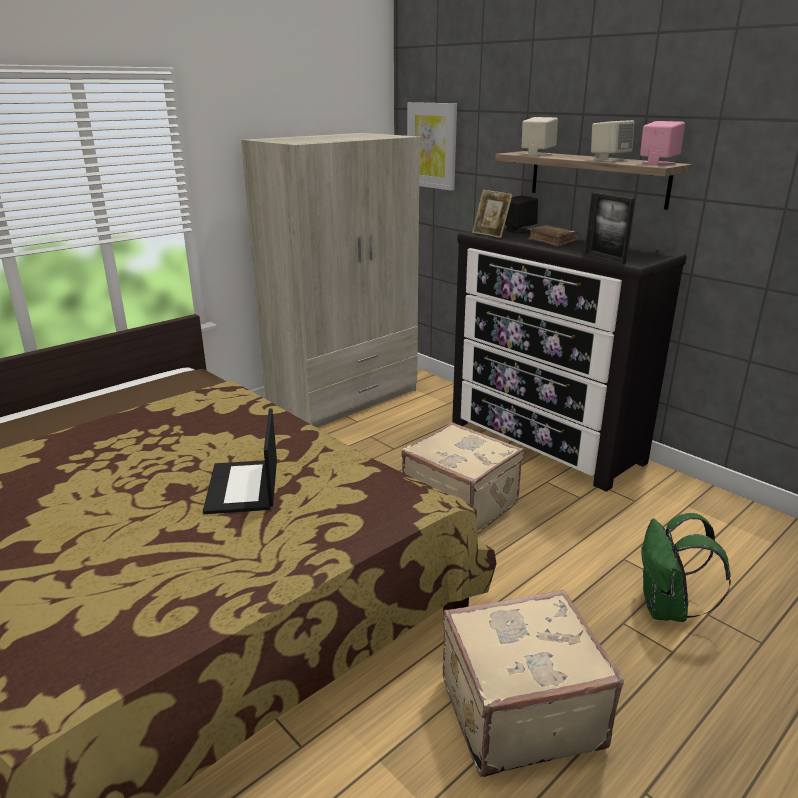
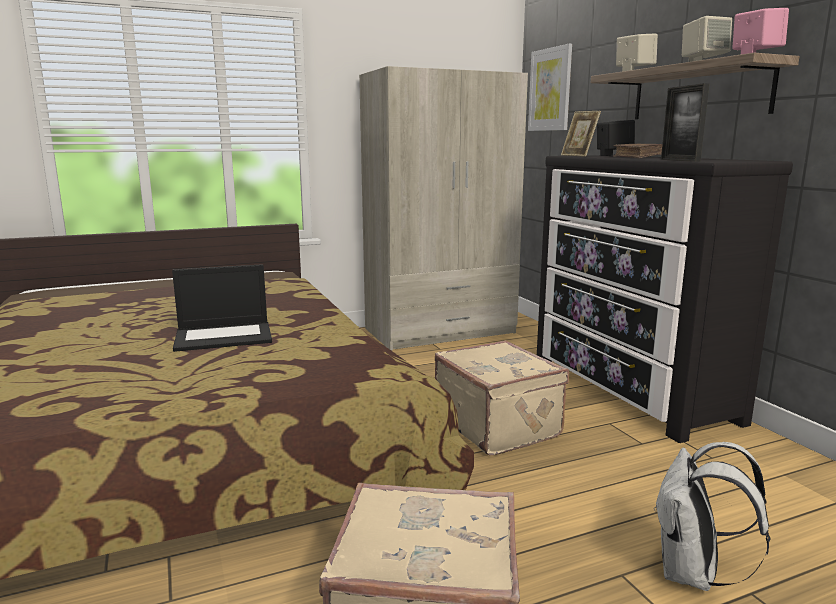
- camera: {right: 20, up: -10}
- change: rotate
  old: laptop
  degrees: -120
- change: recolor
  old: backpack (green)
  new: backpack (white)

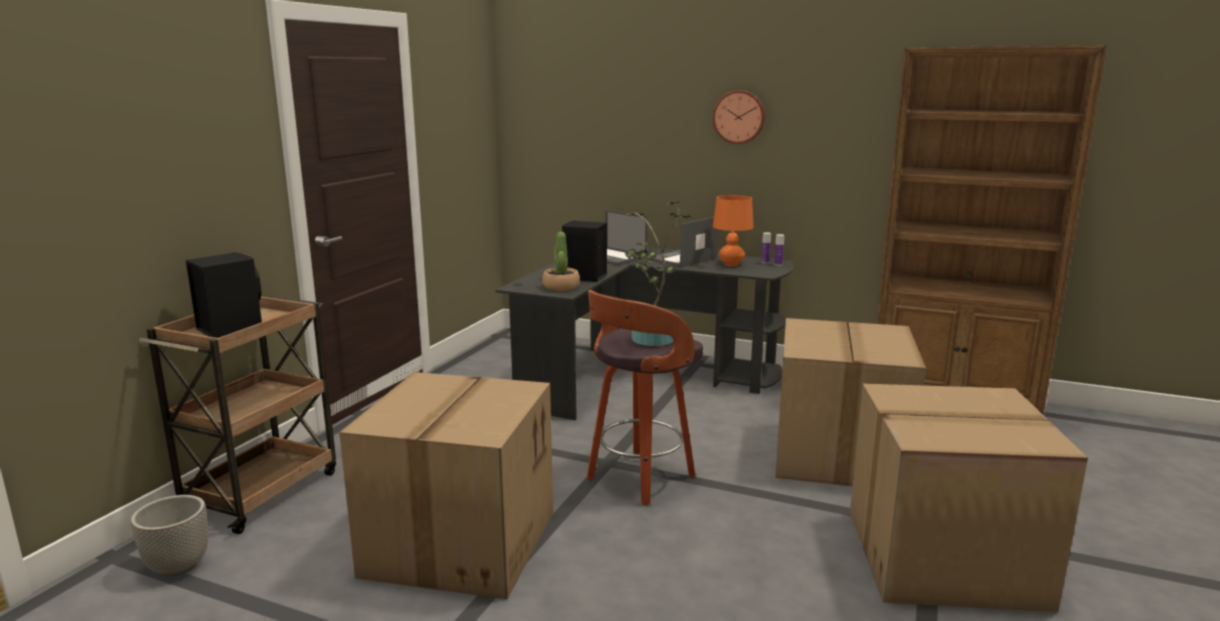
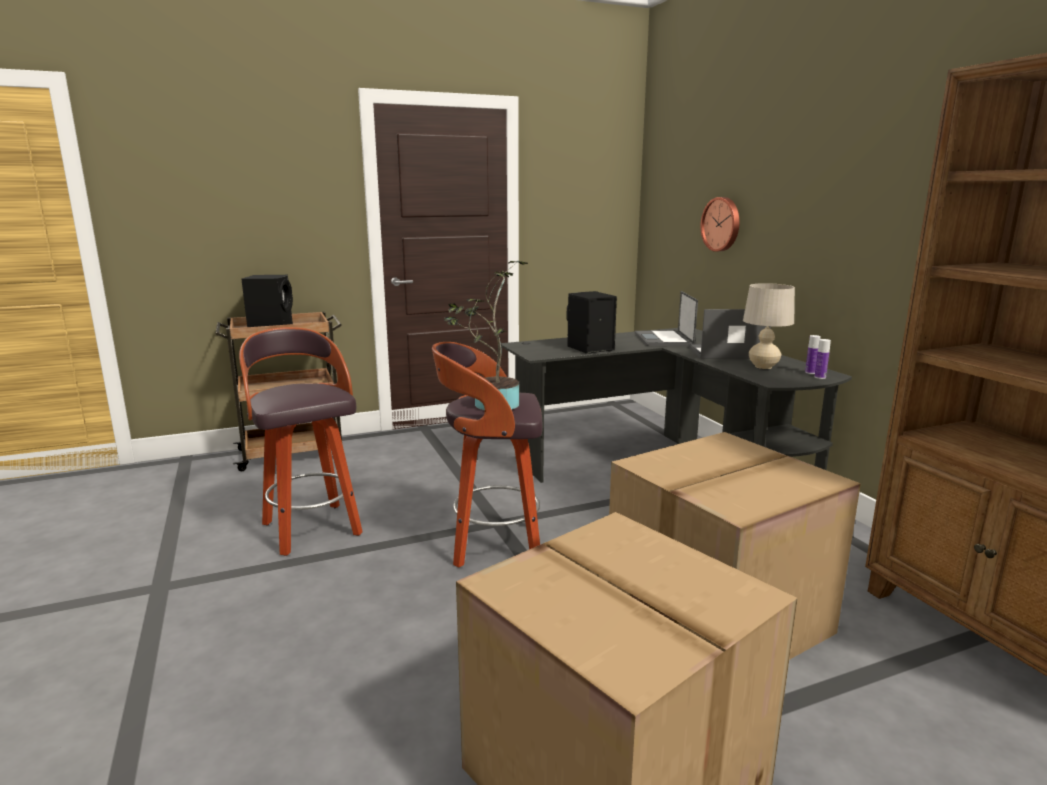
- camera: {right: 45, up: 0}
- change: move
  old: wall clock
- change: recolor
  old: table lamp (orange)
  new: table lamp (beige)
- change: delete
  old: potted plant (1st from left)
- change: replace
  old: cardboard box (1st from left)
  new: stool (1st from left)
- change: delete
  old: planter

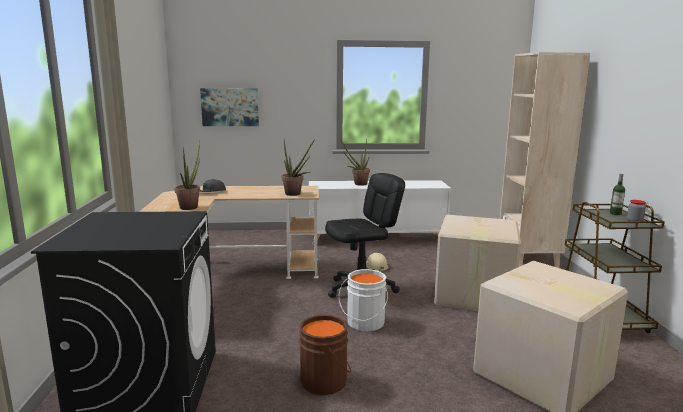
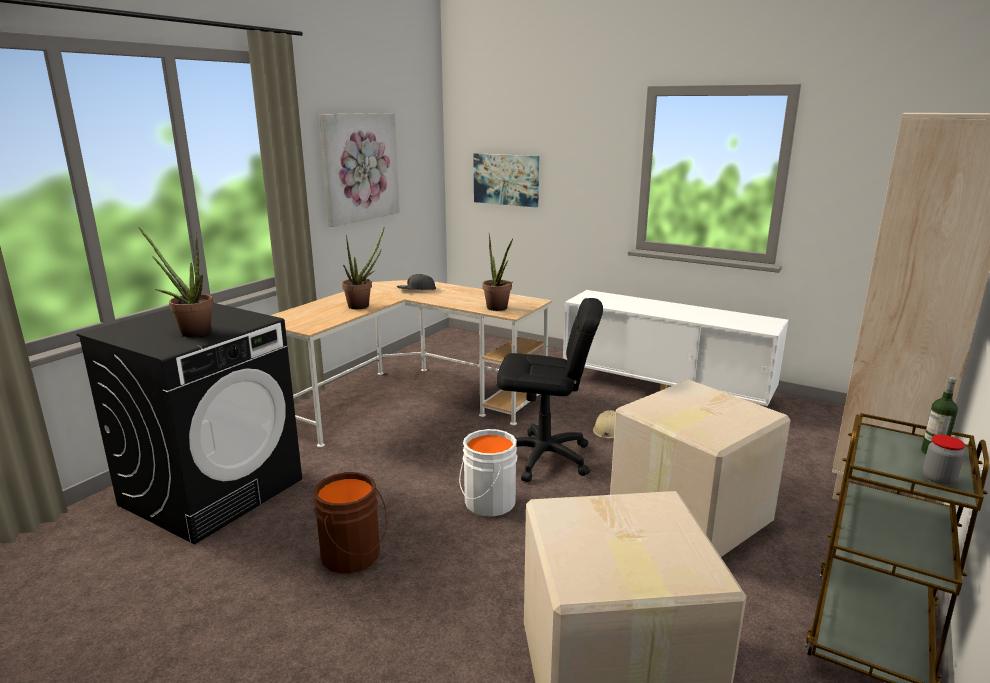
- camera: {right: 35, up: 5}
- change: move
  old: potted plant (3rd from left in the first image)
  new: potted plant (1st from left)
- change: insert
  new: picture (1st from left)

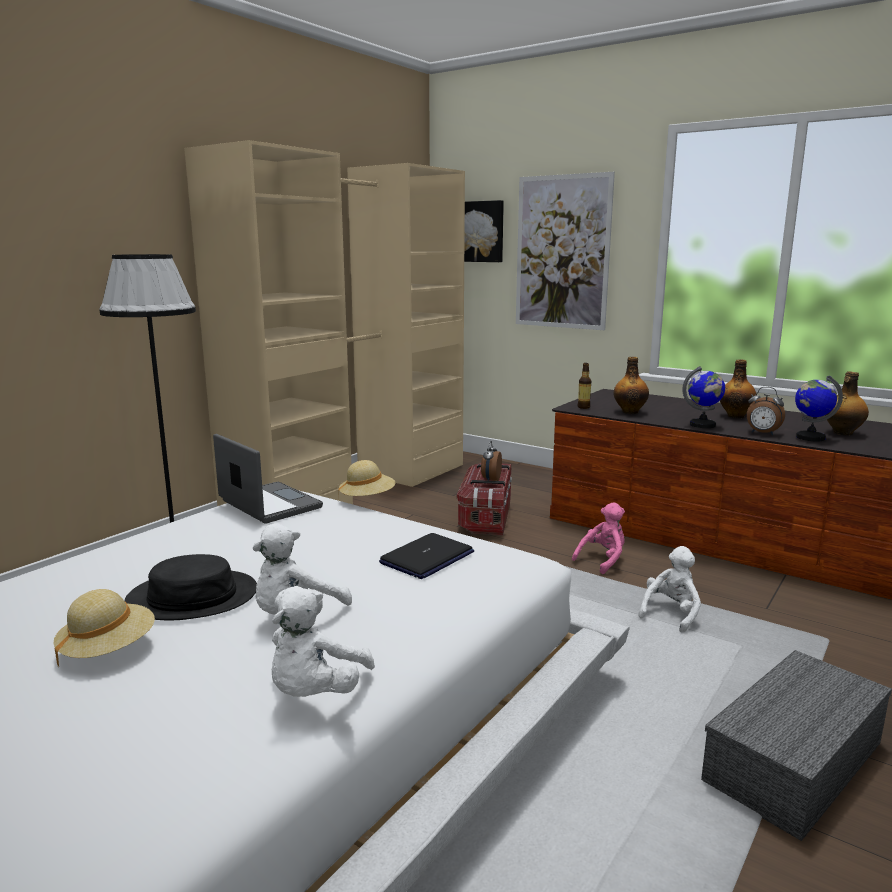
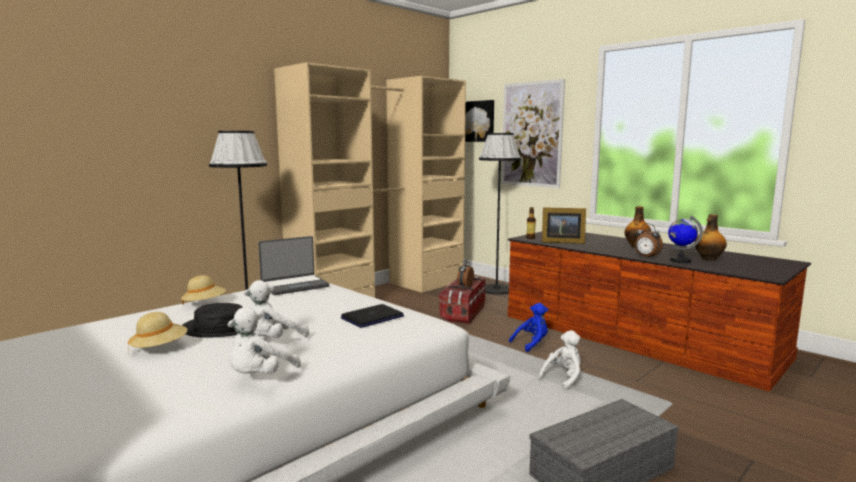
- camera: {right: 10, up: -5}
- change: replace
  old: bottle (2nd from left)
  new: picture frame
- change: delete
  old: globe (1st from left)
- change: rotate
  old: laptop (1st from left)
  degrees: 90
- change: move
  old: hat (beige) (2nd from left)
- change: recolor
  old: plush toy (pink)
  new: plush toy (blue)
- change: insert
  new: floor lamp (black) (2nd from left)

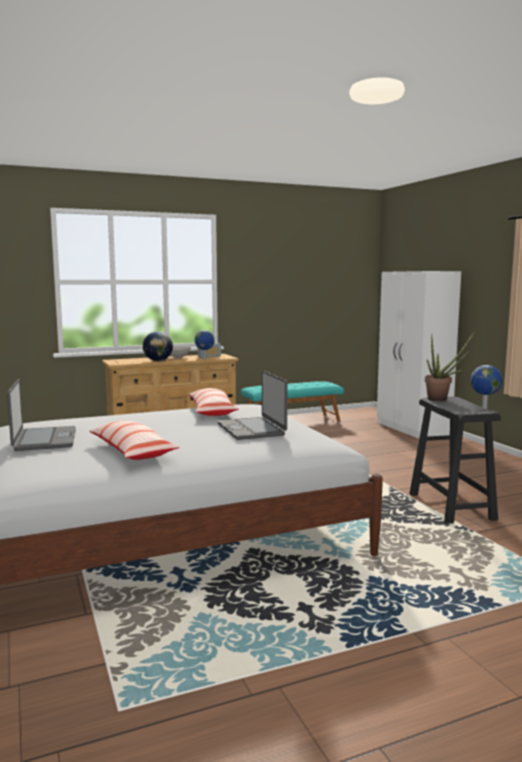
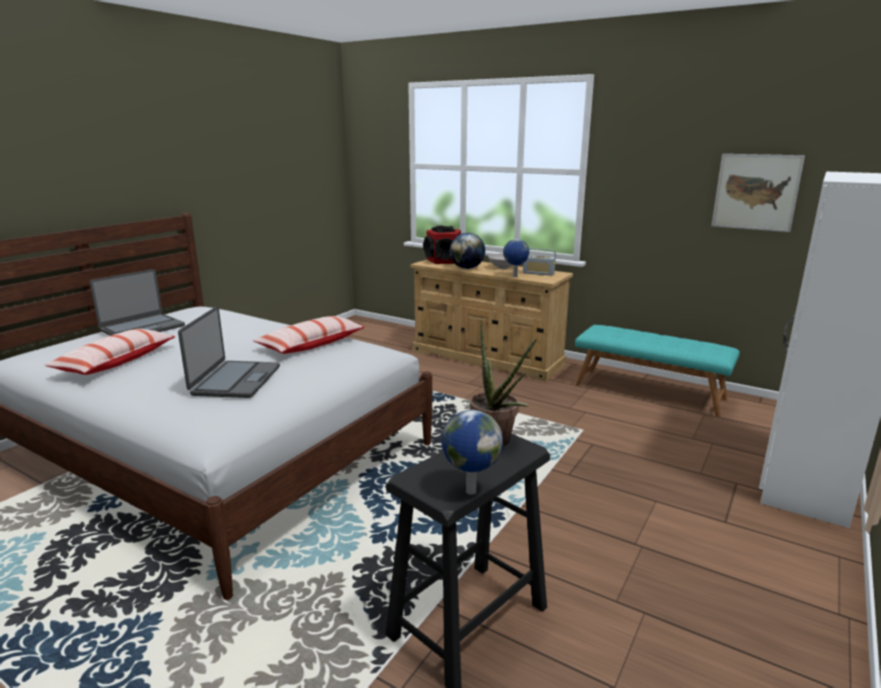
- camera: {right: 55, up: 10}
- change: rotate
  old: laptop (2nd from left)
  degrees: 150
- change: insert
  new: picture
- change: insert
  new: speaker

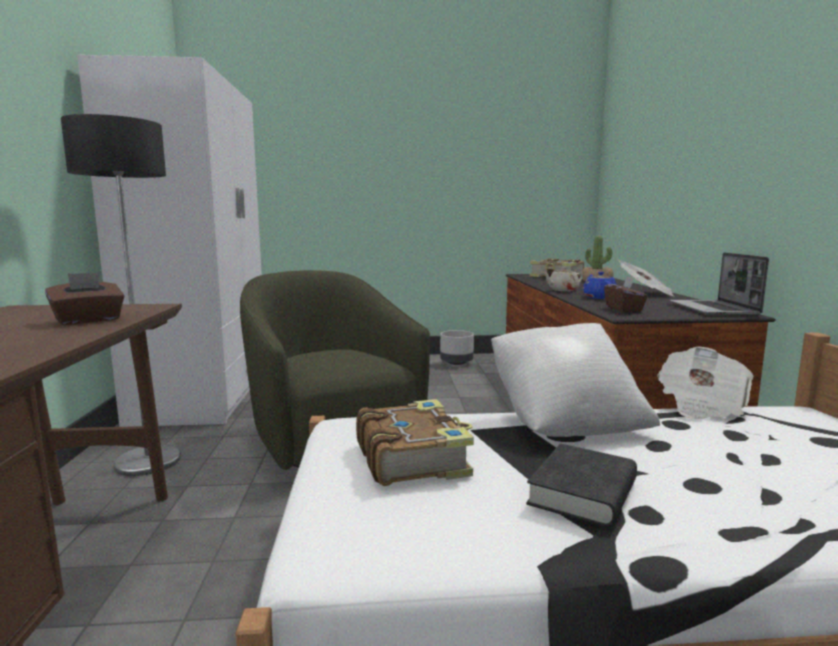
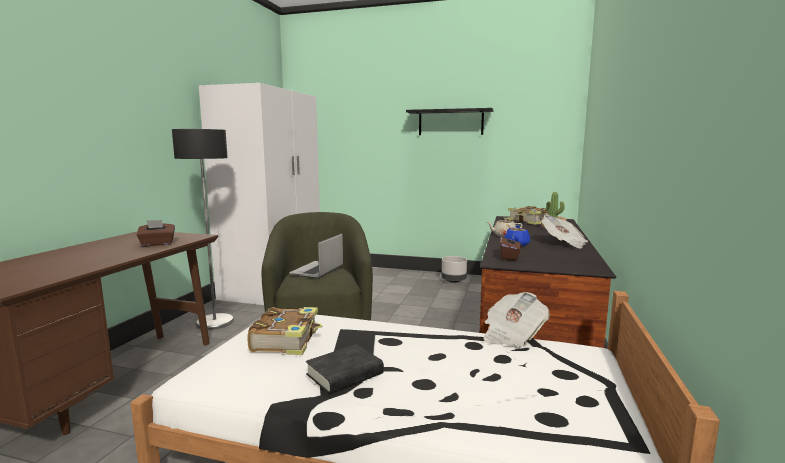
- camera: {right: 20, up: 0}
- change: move
  old: laptop
- change: delete
  old: pillow (white)
- change: insert
  new: shelf (black)

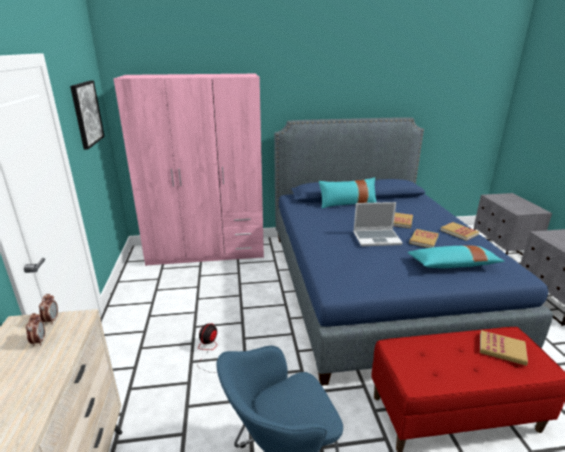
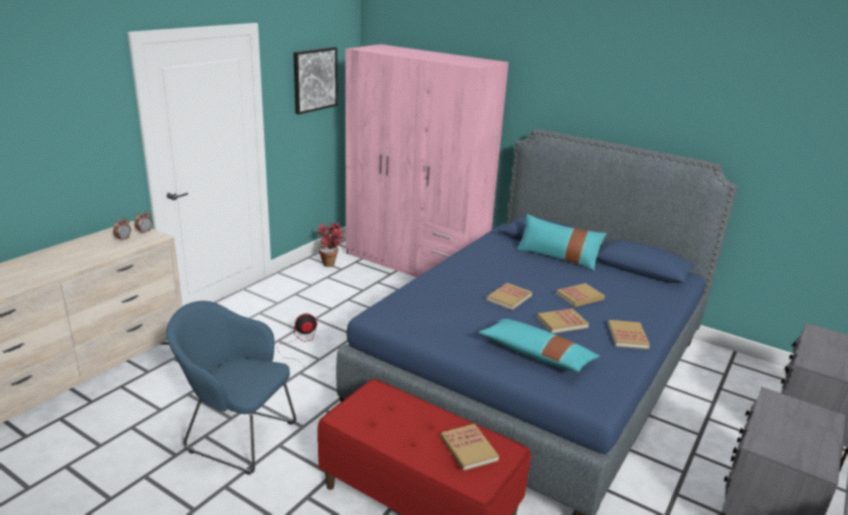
- camera: {right: 40, up: 0}
- change: replace
  old: laptop
  new: book (2nd from left)
- change: insert
  new: potted plant

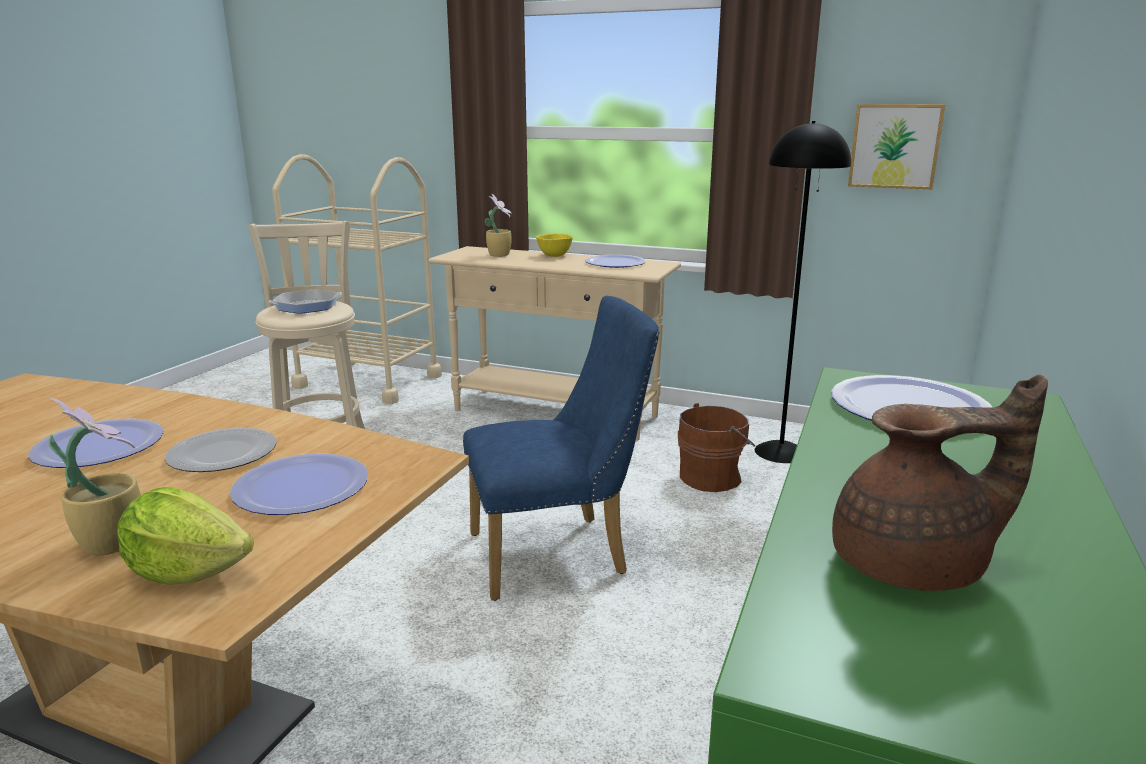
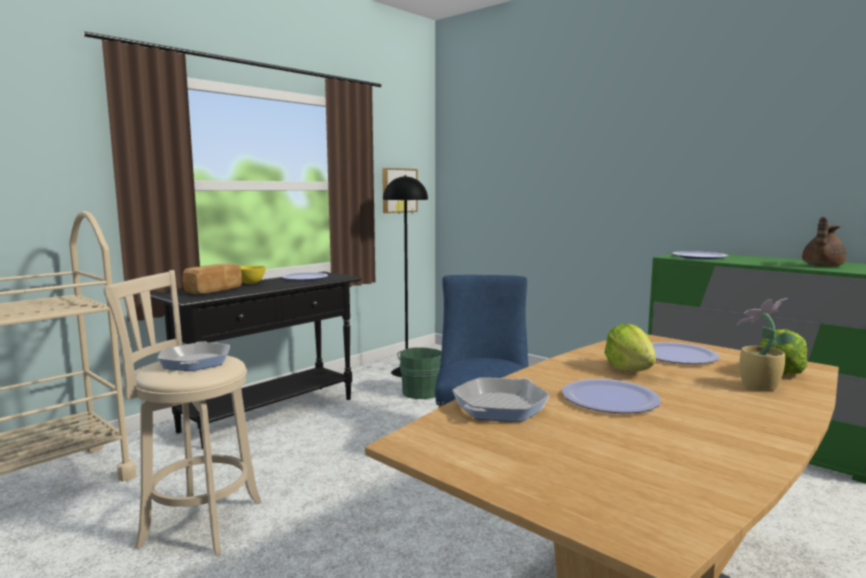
- camera: {right: -70, up: -10}
- change: replace
  old: potted plant (2nd from left)
  new: bread
- change: recolor
  old: console table (beige)
  new: console table (black)
- change: rotate
  old: teapot (brown)
  degrees: -150
- change: recolor
  old: bucket (brown)
  new: bucket (green)
- change: replace
  old: plate (2nd from left)
  new: lettuce (1st from left)
- change: insert
  new: frying pan (2nd from left)

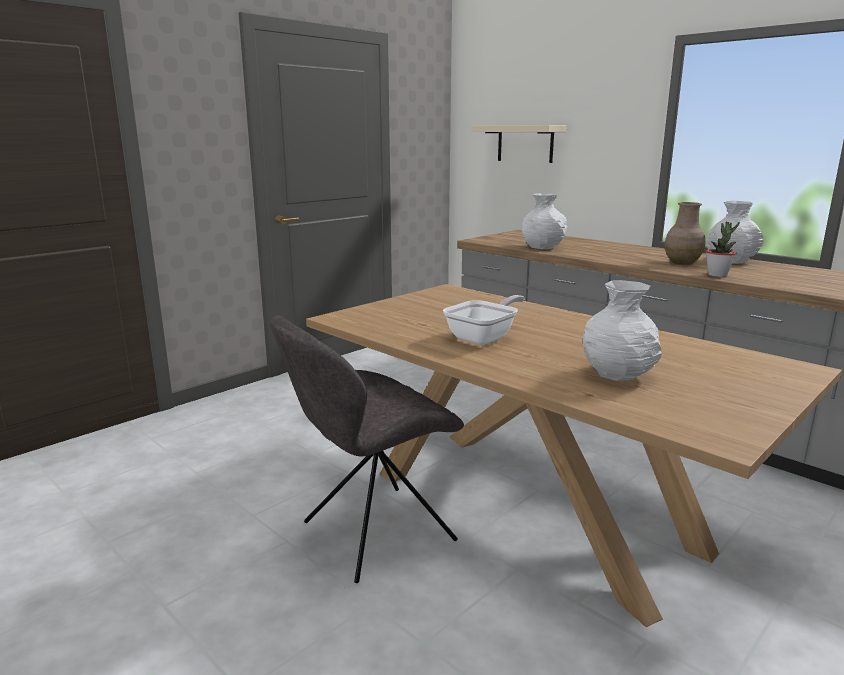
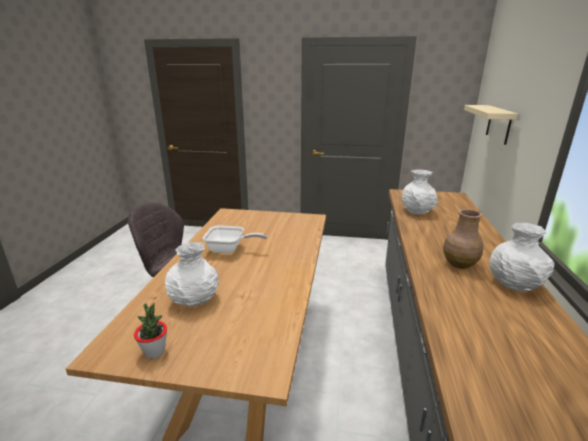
- camera: {right: 55, up: 5}
- change: move
  old: potted plant

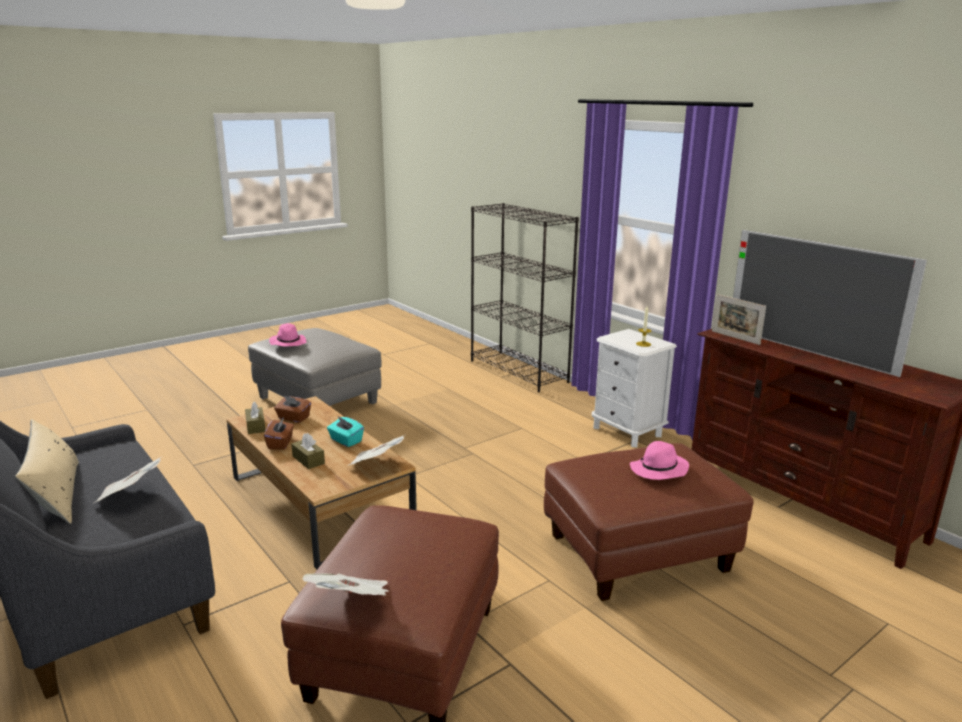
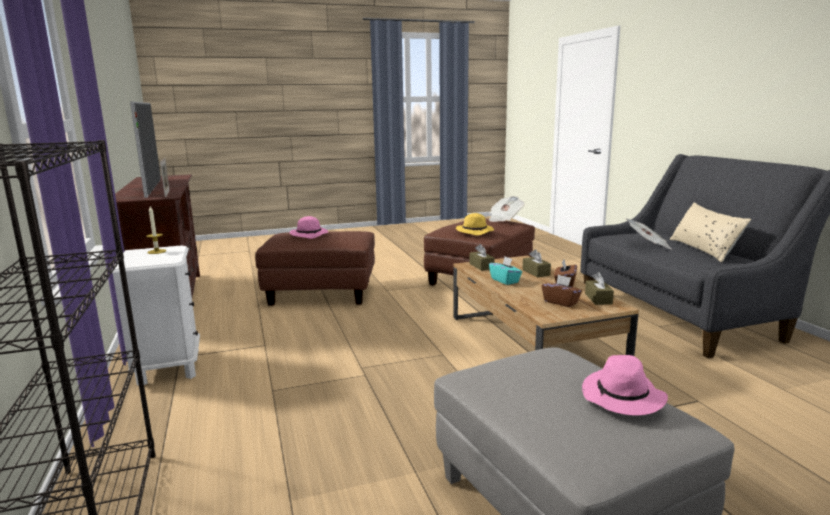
- camera: {right: -160, up: -5}
- change: replace
  old: newspaper (3rd from left)
  new: tissue box (brown) (1st from left)
- change: insert
  new: hat (yellow)

